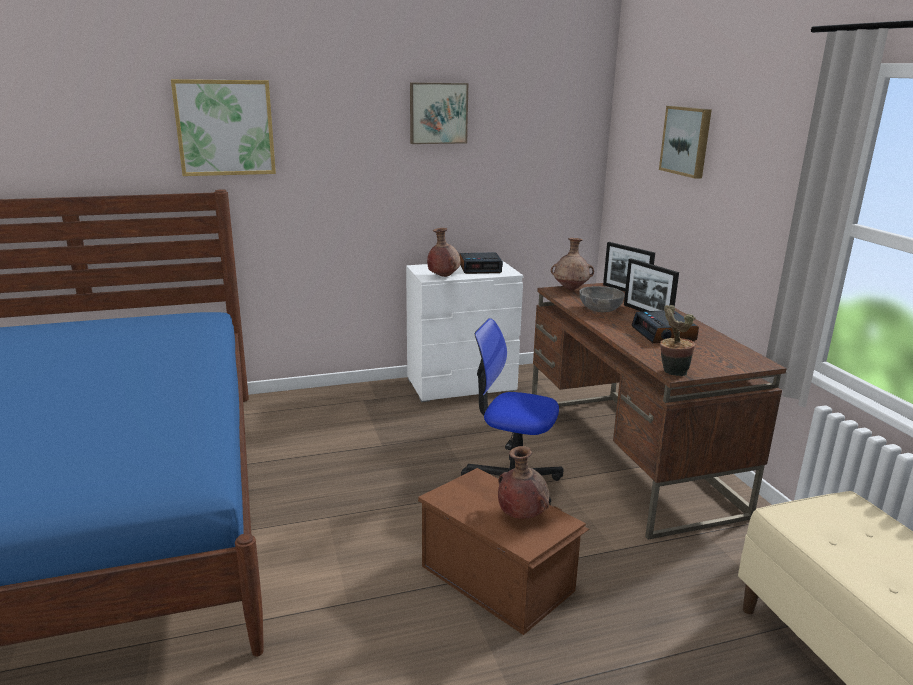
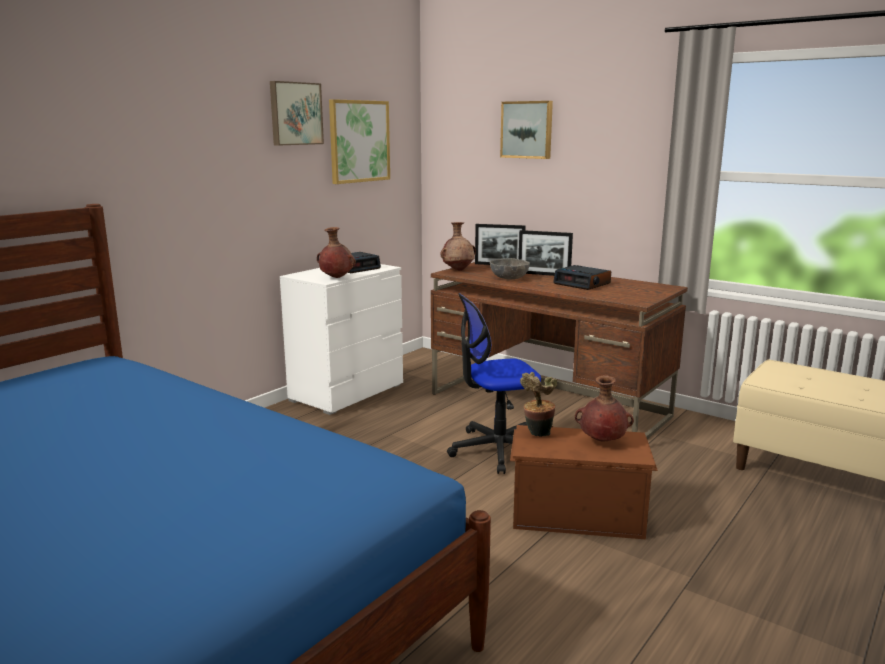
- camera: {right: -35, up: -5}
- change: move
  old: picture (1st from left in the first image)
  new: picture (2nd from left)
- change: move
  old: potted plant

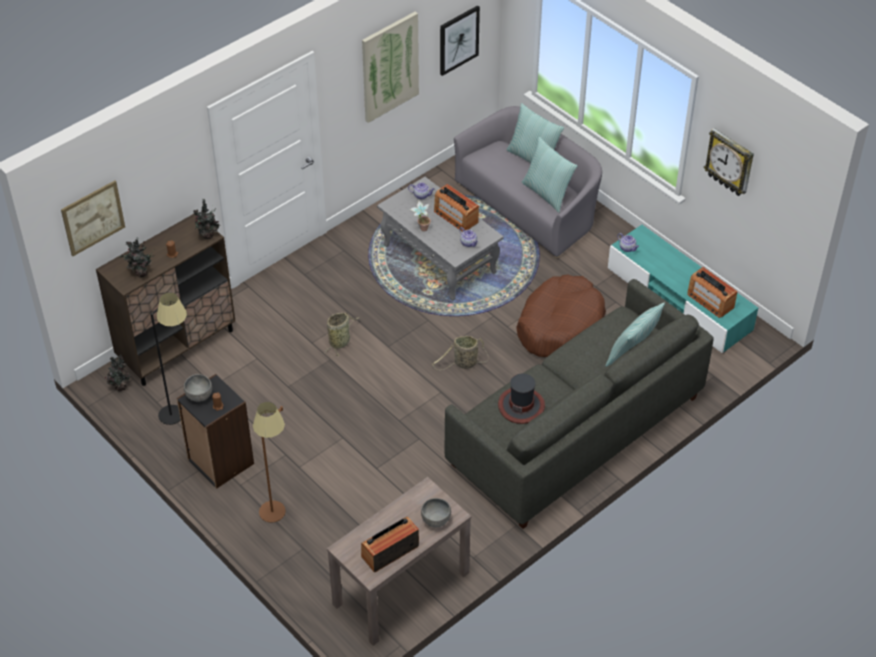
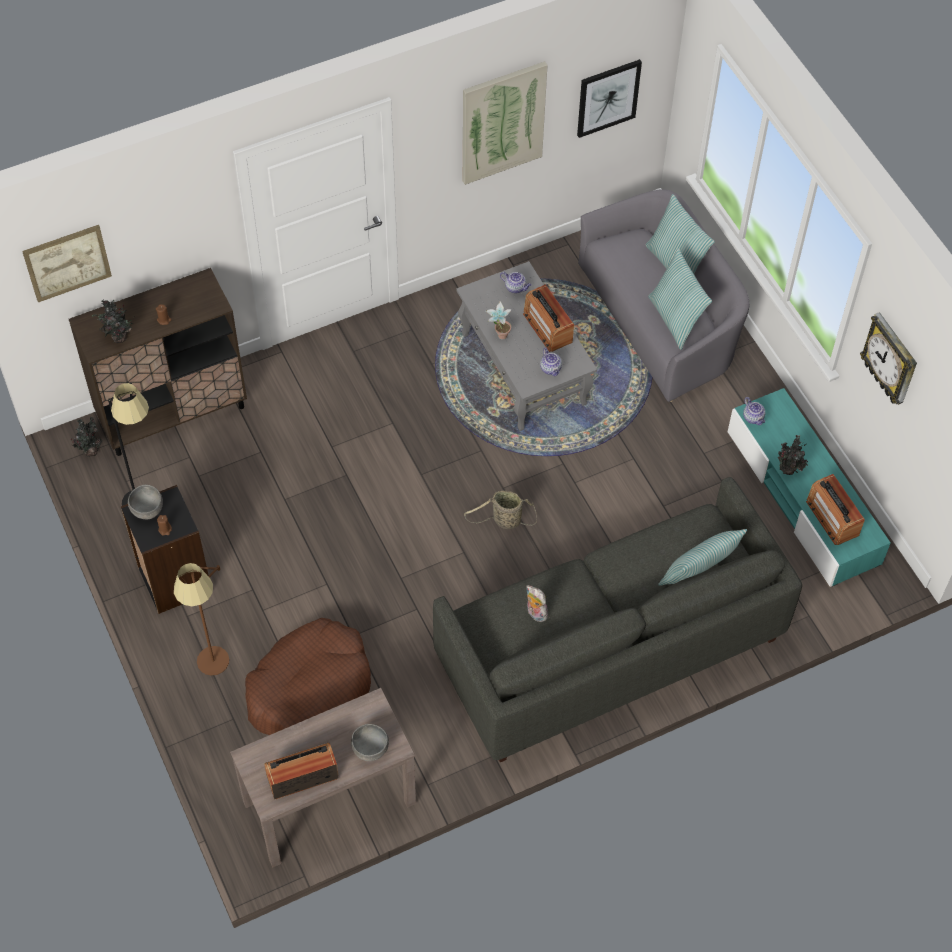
- camera: {right: 15, up: 10}
- change: move
  old: potted plant (3rd from left in the first image)
  new: potted plant (4th from left)
- change: move
  old: dog bed (brown)
- change: delete
  old: basket (1st from left)
- change: replace
  old: hat
  new: plush toy

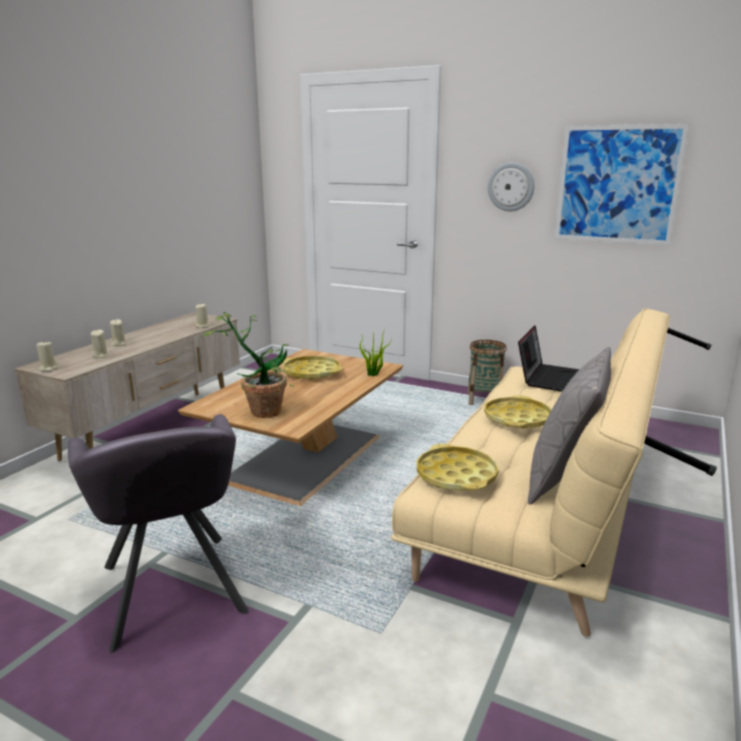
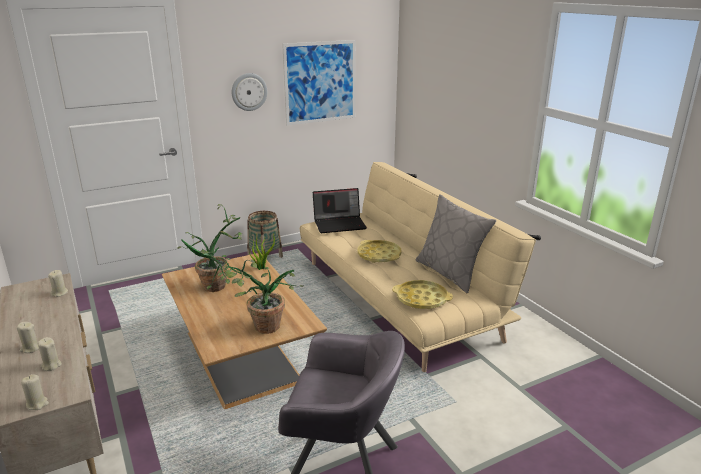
- camera: {right: -55, up: 5}
- change: rotate
  old: laptop
  degrees: 105
- change: replace
  old: tray (yellow) (1st from left)
  new: potted plant (1st from left)

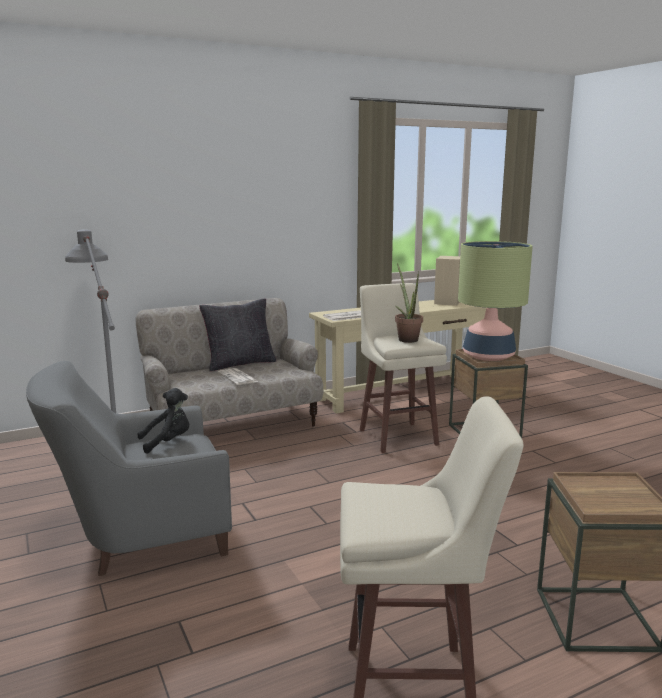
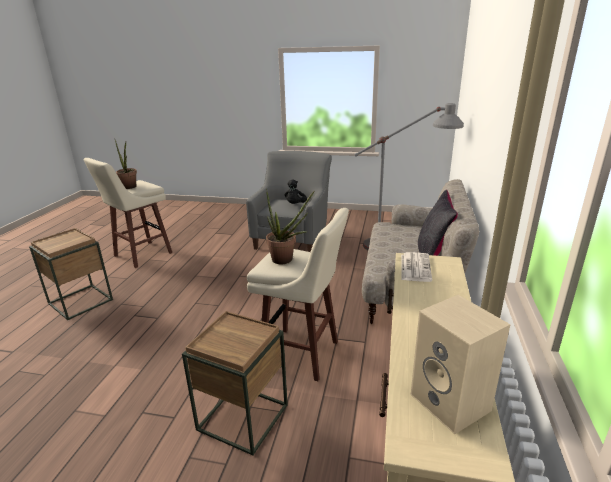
- camera: {right: 130, up: 10}
- change: delete
  old: table lamp
- change: delete
  old: newspaper (1st from left)
- change: insert
  new: potted plant (1st from left)

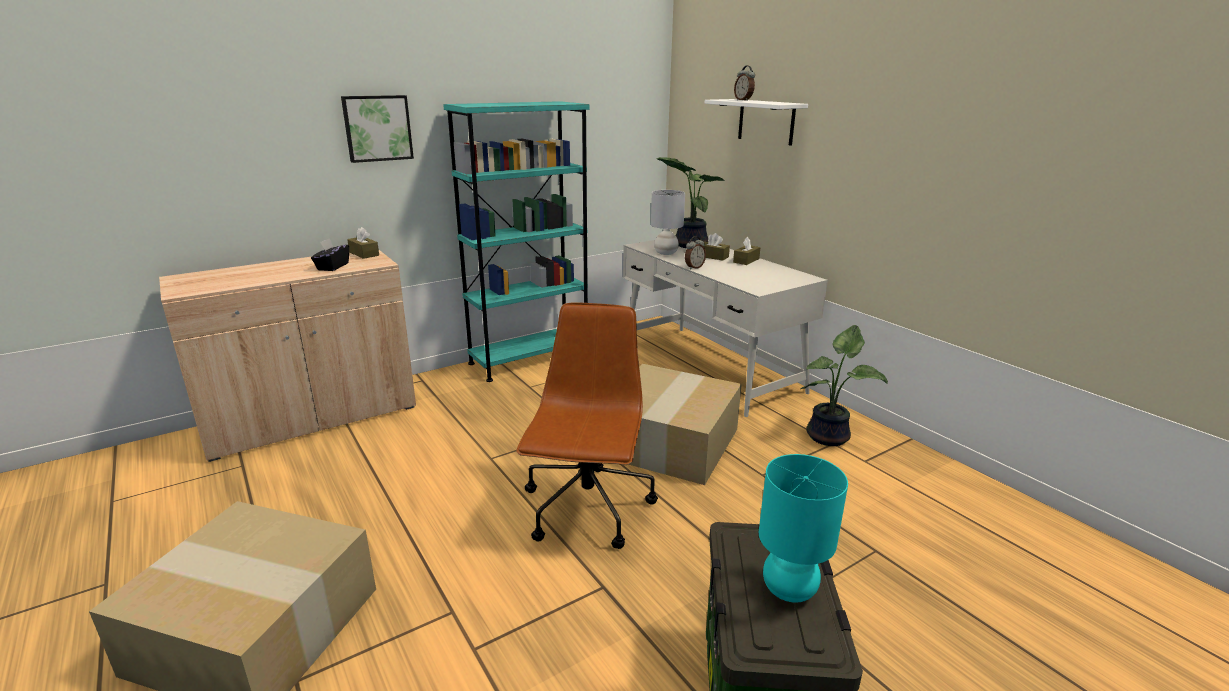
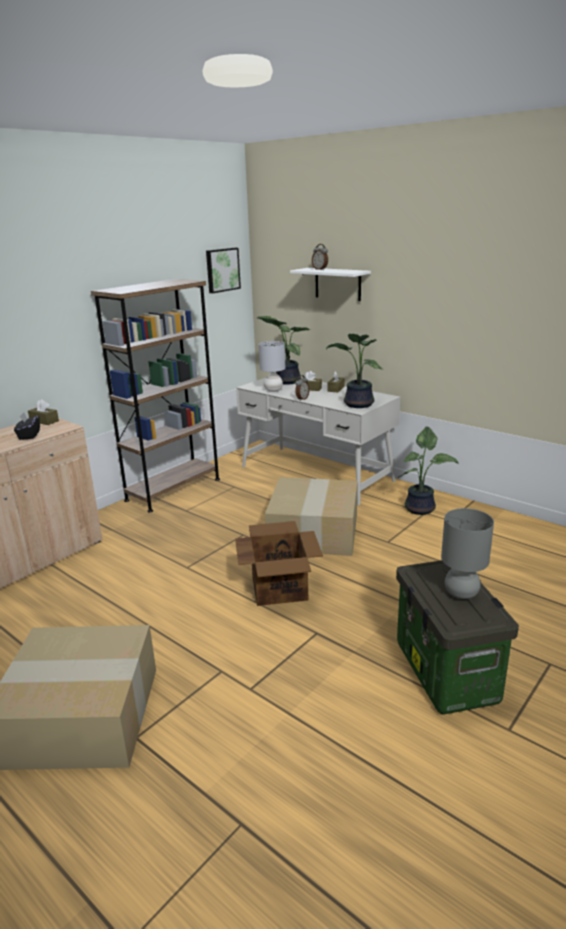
- camera: {right: -15, up: 0}
- change: move
  old: picture
- change: recolor
  old: bookcase (turquoise)
  new: bookcase (brown)
- change: replace
  old: office chair (brown)
  new: cardboard box (2nd from left)
- change: recolor
  old: table lamp (turquoise)
  new: table lamp (grey) (2nd from left)
- change: insert
  new: potted plant (2nd from left)

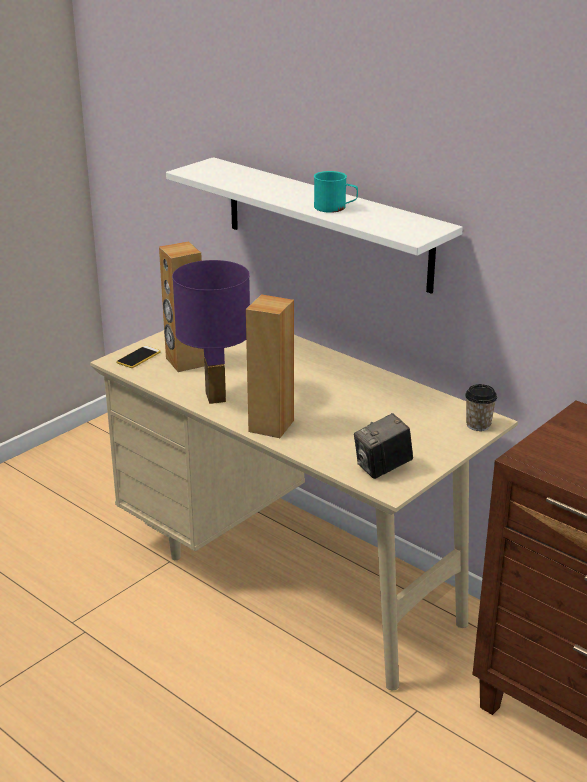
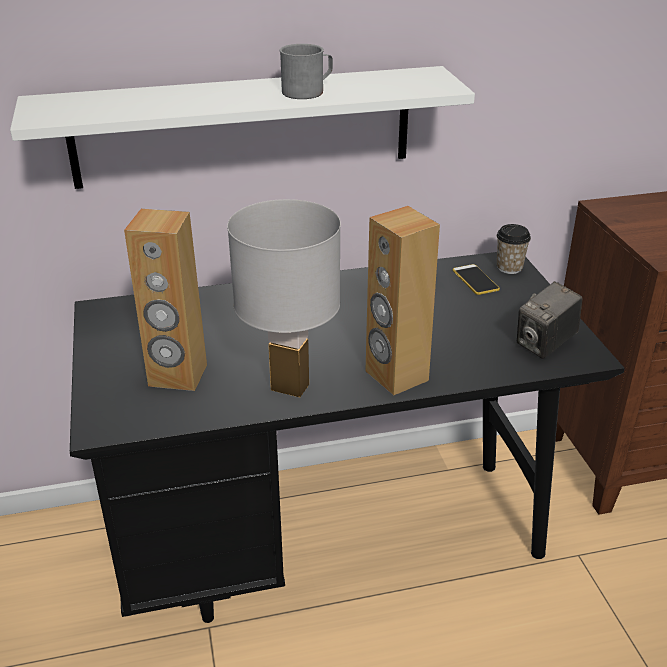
- camera: {right: -55, up: 5}
- change: recolor
  old: mug (turquoise)
  new: mug (grey)
- change: recolor
  old: table lamp (purple)
  new: table lamp (white)
- change: recolor
  old: desk (beige)
  new: desk (black)
- change: move
  old: phone
- change: rotate
  old: photo camera
  degrees: 45

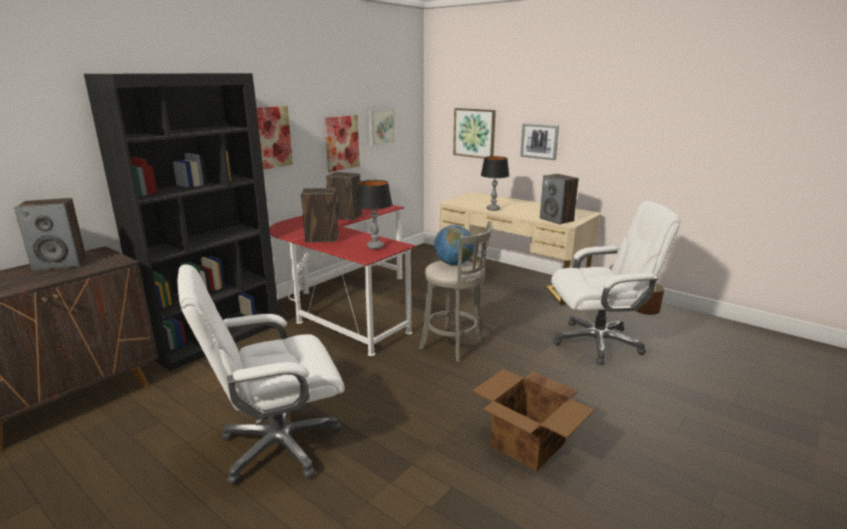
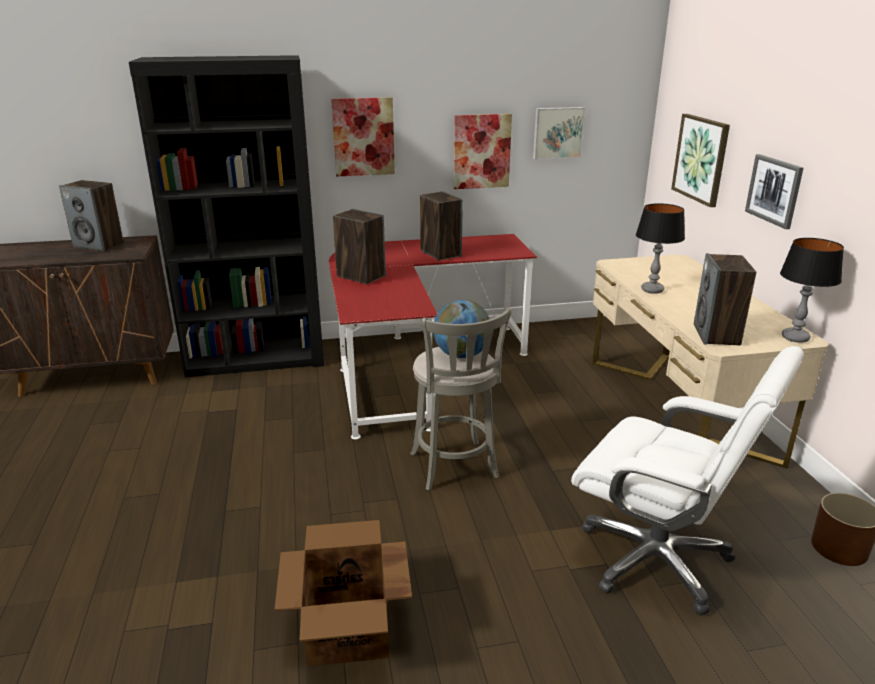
- camera: {right: 40, up: 5}
- change: move
  old: table lamp (1st from left in the first image)
  new: table lamp (2nd from left)
- change: delete
  old: office chair (white) (1st from left)

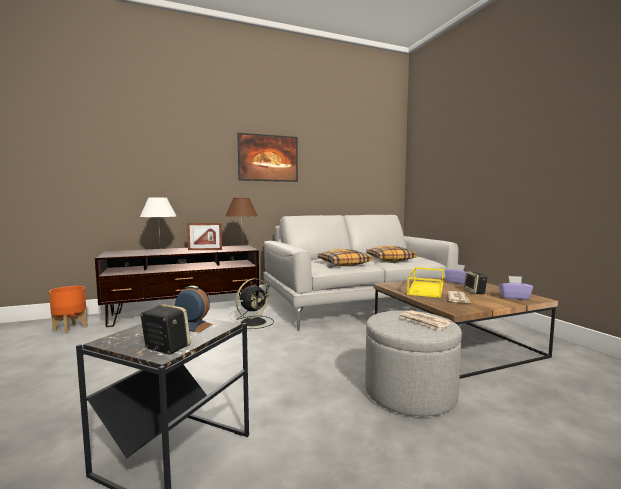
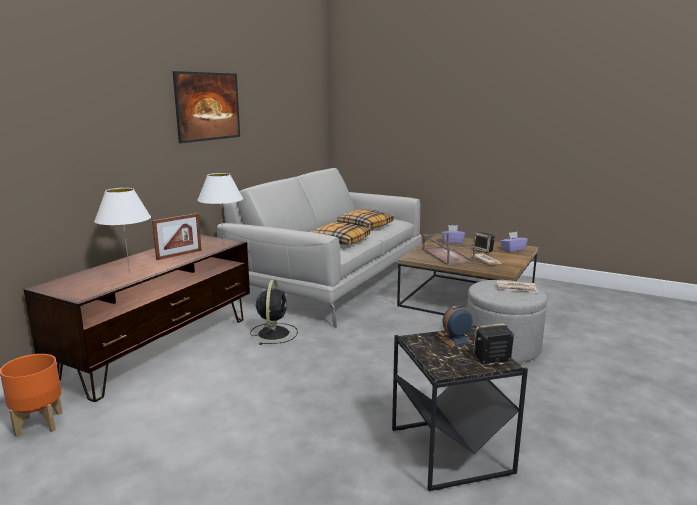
- camera: {right: -40, up: 10}
- change: recolor
  old: table lamp (brown)
  new: table lamp (white) (2nd from left)
- change: recolor
  old: tray (yellow)
  new: tray (brown)

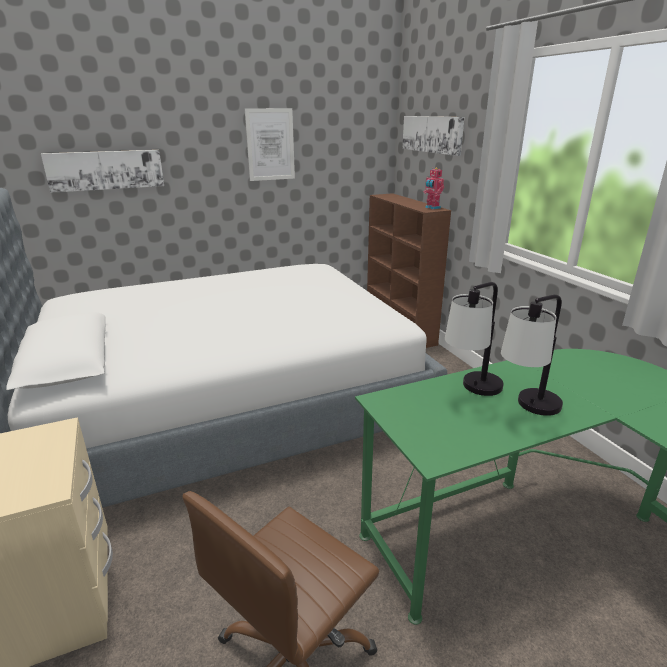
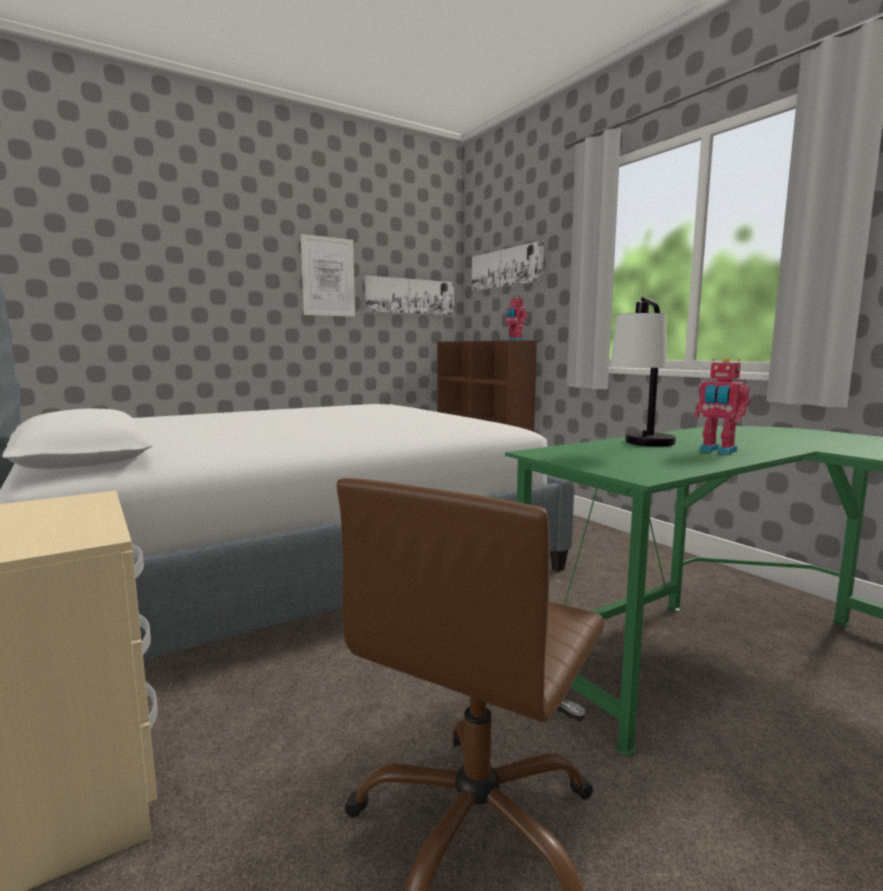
- camera: {right: -10, up: -15}
- change: move
  old: picture (1st from left in the first image)
  new: picture (2nd from left)
- change: replace
  old: table lamp (2nd from left)
  new: toy robot (2nd from left)

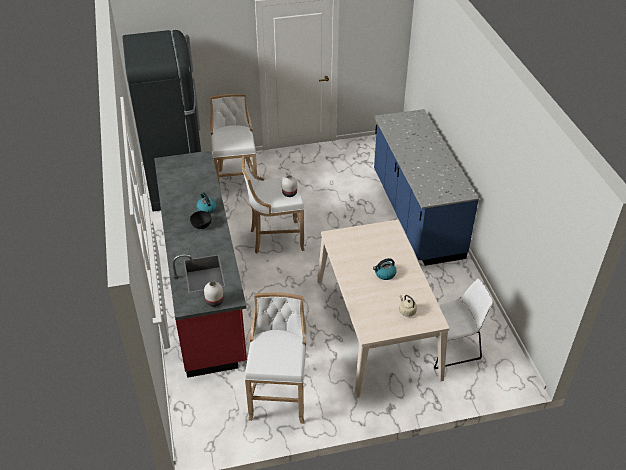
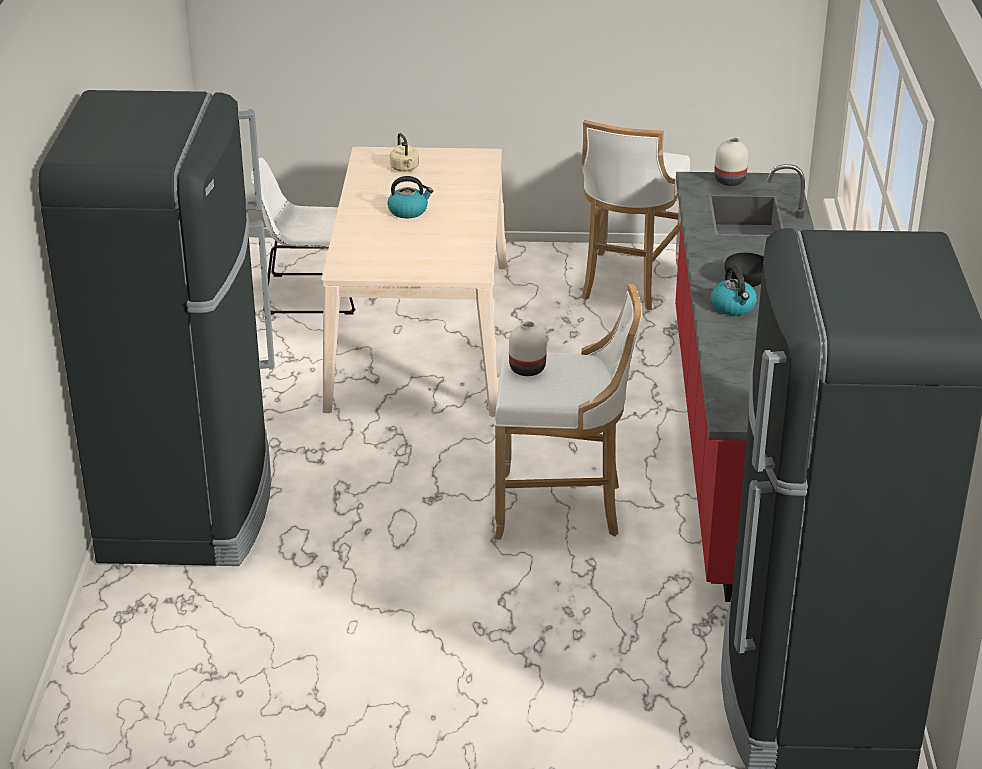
- camera: {right: -165, up: -10}
- change: delete
  old: stool (white) (1st from left)
- change: replace
  old: counter (blue)
  new: fridge (black) (1st from left)

